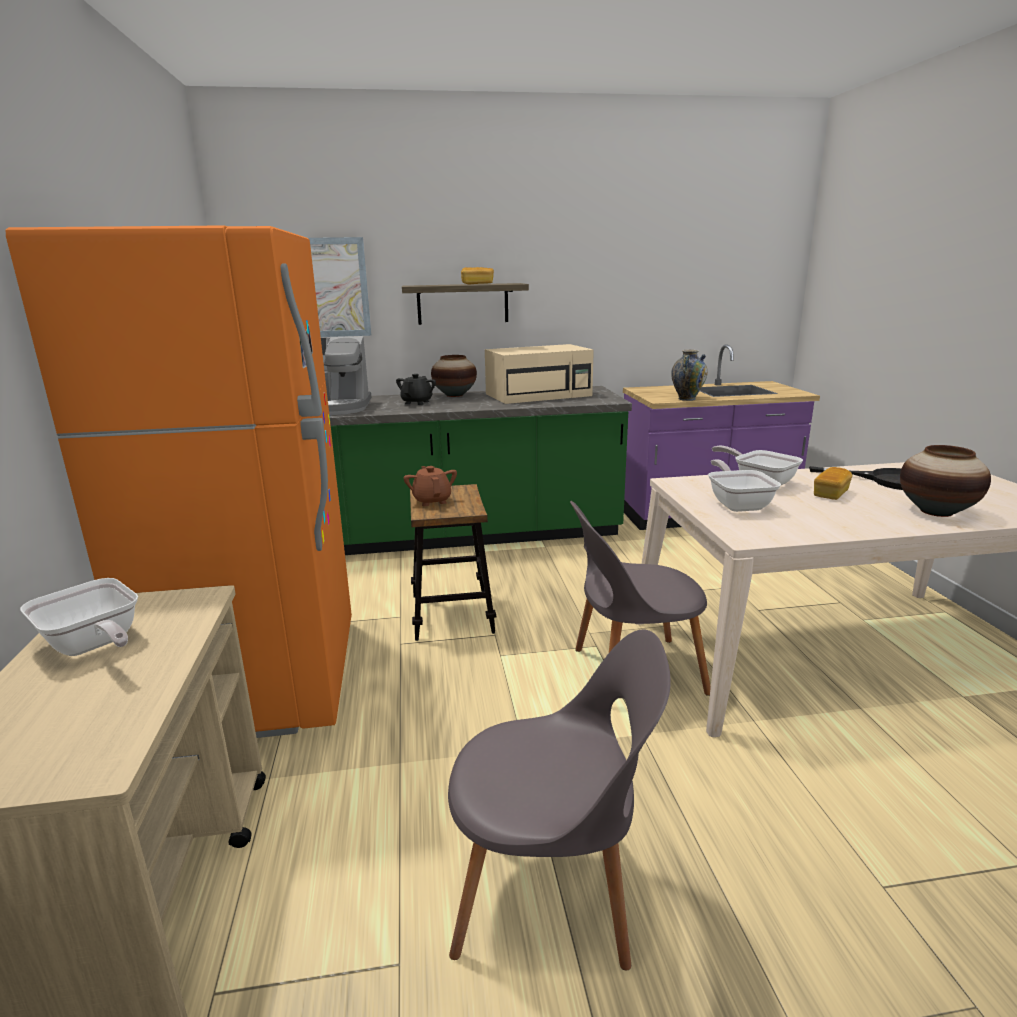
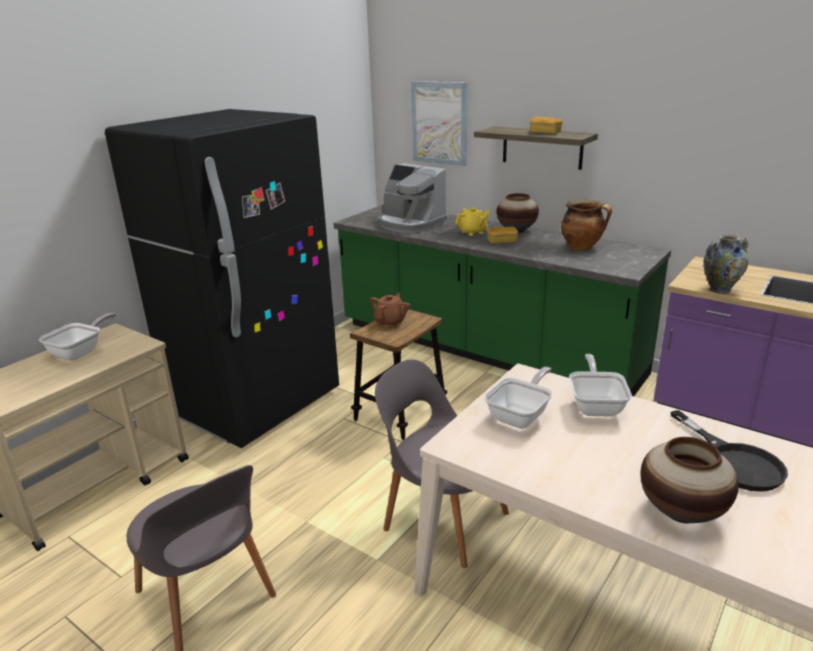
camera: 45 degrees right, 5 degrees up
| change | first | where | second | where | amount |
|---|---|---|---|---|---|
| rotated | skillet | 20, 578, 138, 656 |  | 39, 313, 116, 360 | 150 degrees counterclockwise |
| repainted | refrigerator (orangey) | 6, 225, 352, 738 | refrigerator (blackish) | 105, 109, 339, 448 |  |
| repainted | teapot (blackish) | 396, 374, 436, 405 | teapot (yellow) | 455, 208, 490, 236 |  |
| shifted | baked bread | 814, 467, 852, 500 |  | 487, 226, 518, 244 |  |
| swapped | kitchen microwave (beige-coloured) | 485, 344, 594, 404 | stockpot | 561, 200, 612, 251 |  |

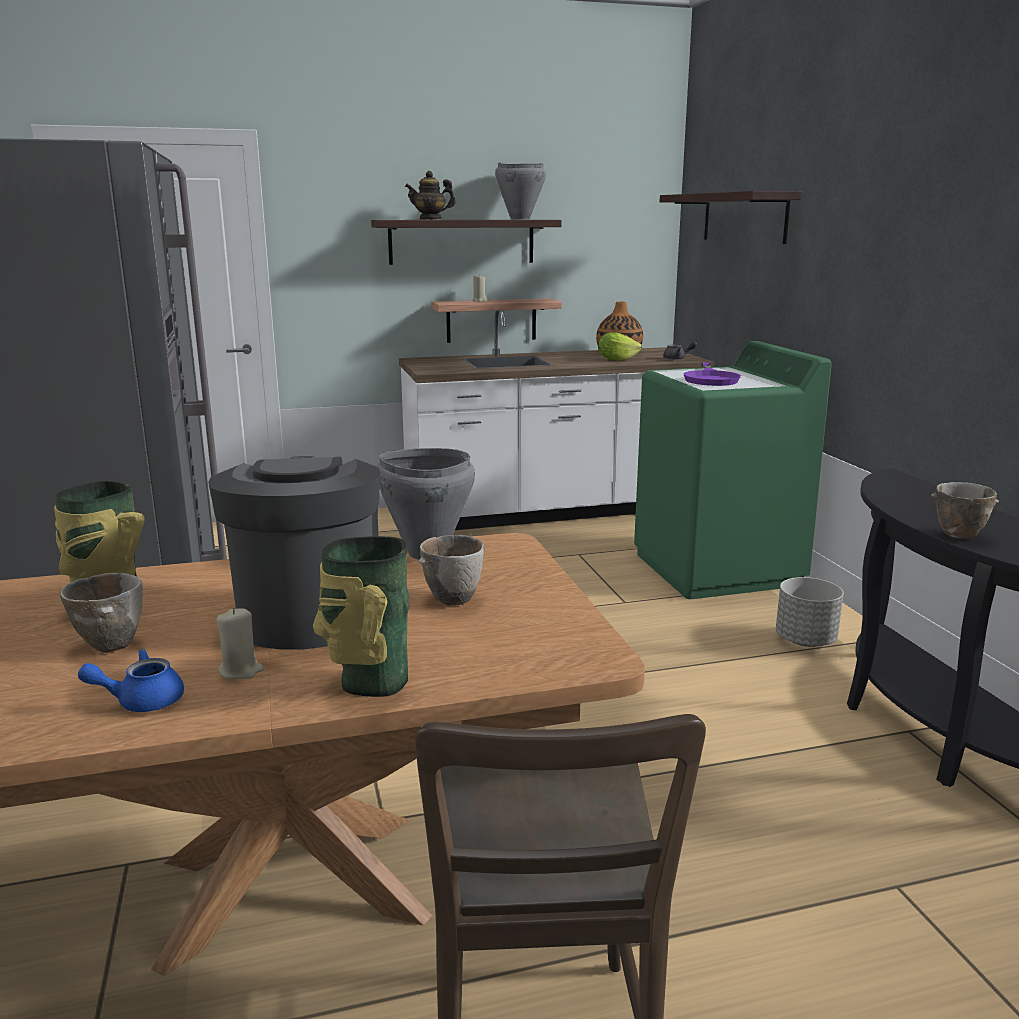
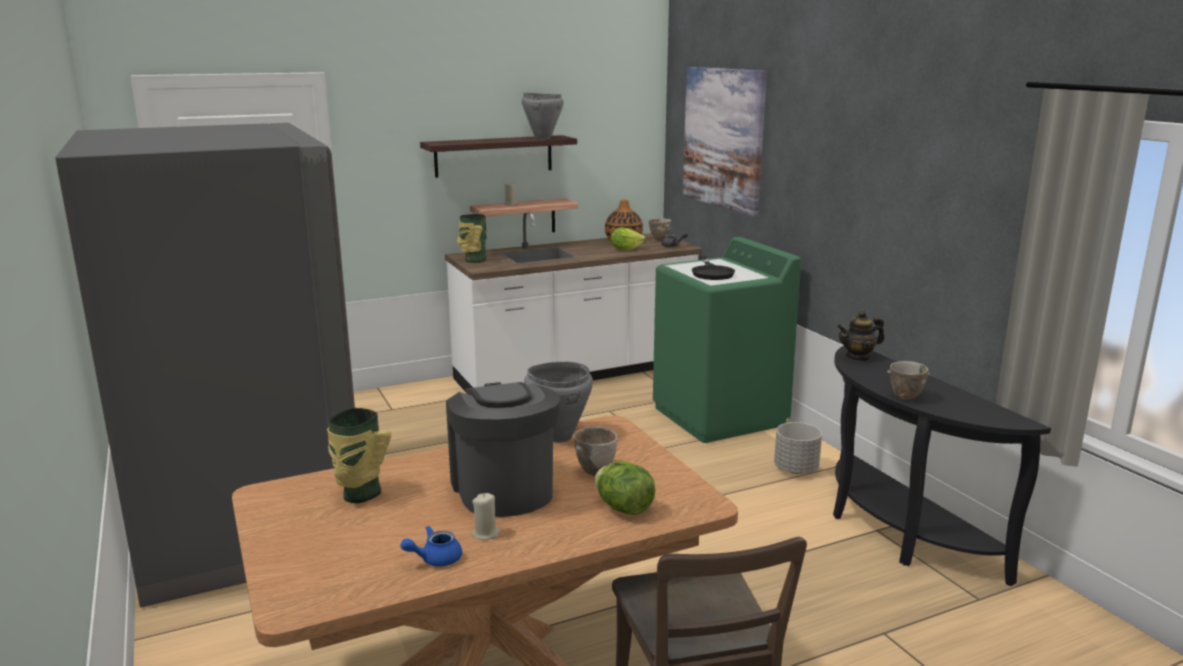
camera: 10 degrees left, 0 degrees up
| change | first | where | second | where | amount |
|---|---|---|---|---|---|
| shifted | vase | 313, 536, 409, 697 |  | 457, 214, 486, 263 |  |
| new |  |  | lettuce head | 595, 461, 656, 515 |  |
| shifted | serving bowl | 60, 573, 143, 653 |  | 649, 218, 671, 241 |  |
| swapped | shelf | 660, 191, 802, 244 | wall picture | 683, 67, 767, 217 |  |
| repainted | skillet (purple-coloured) | 684, 362, 741, 386 | skillet (blackish) | 692, 256, 735, 280 |  |
| shifted | teapot | 405, 171, 456, 220 |  | 837, 310, 884, 361 |  |

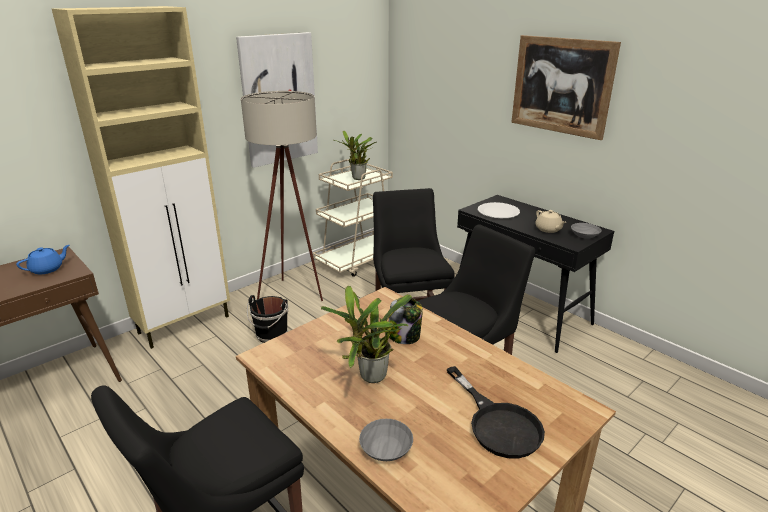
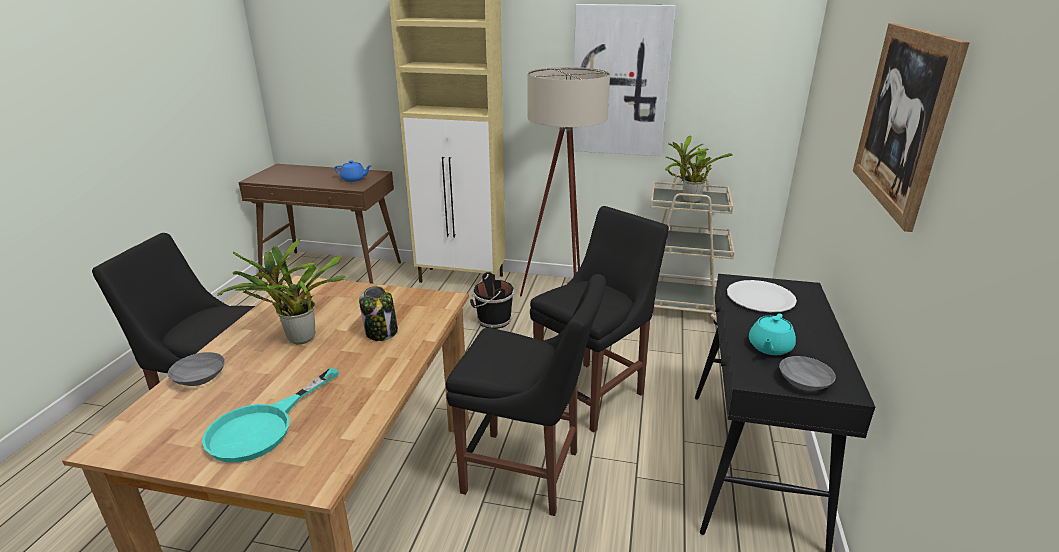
camera: 55 degrees right, 0 degrees up
| change | first | where | second | where | amount |
|---|---|---|---|---|---|
| repainted | skillet (blackish) | 447, 366, 545, 459 | skillet (turquoise) | 202, 368, 339, 463 |  |
| repainted | teapot (beige-coloured) | 536, 210, 566, 233 | teapot (turquoise) | 749, 313, 796, 355 |  |

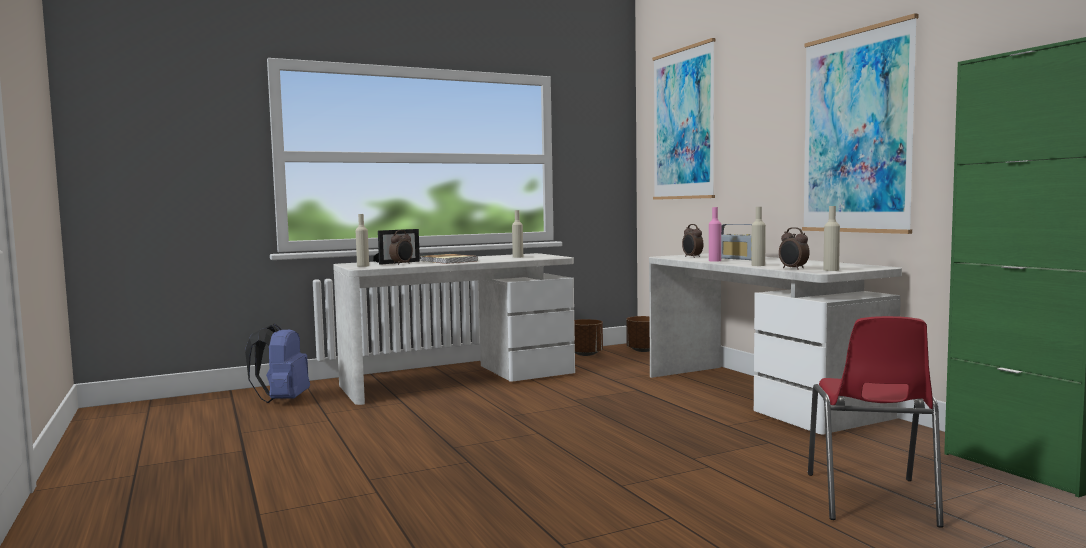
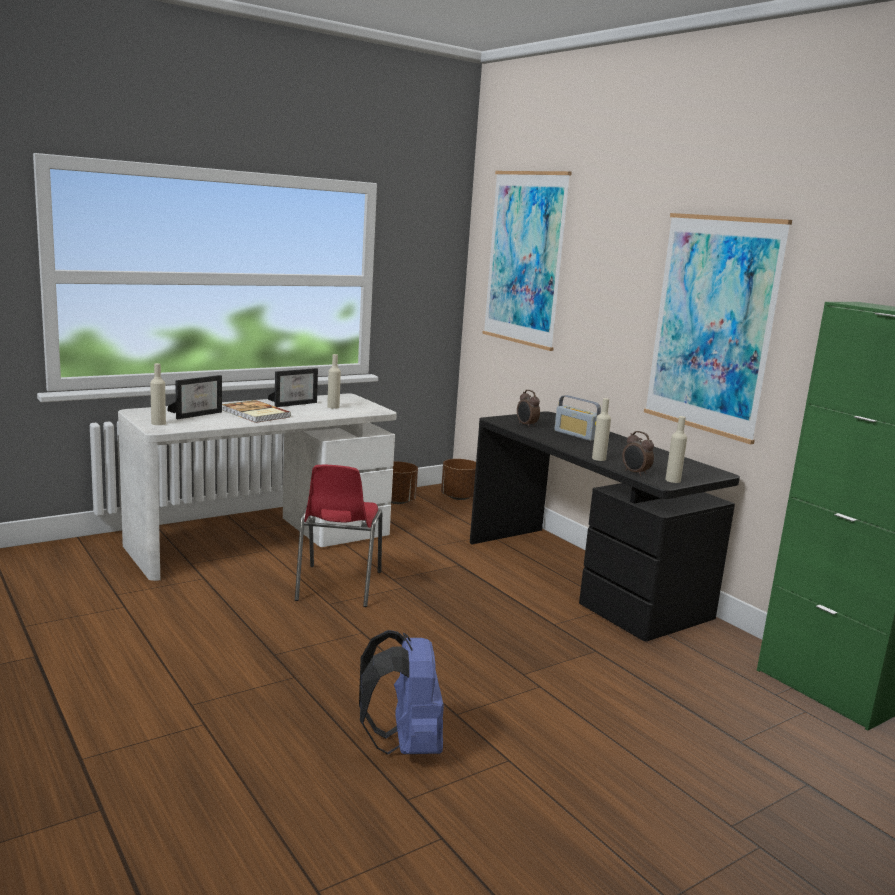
camera: 10 degrees left, 10 degrees up
| change | first | where | second | where | amount |
|---|---|---|---|---|---|
| new |  |  | picture frame | 268, 368, 318, 407 |  |
| shifted | upright chair (red-coloured) | 808, 316, 944, 528 |  | 295, 465, 382, 607 |  |
| shifted | knapsack (blue-coloured) | 245, 323, 310, 403 |  | 359, 630, 444, 754 |  |
| repainted | desk unit (white) | 649, 253, 902, 434 | desk unit (blackish) | 470, 411, 740, 642 |  |
| gone | alarm clock | 389, 230, 413, 265 |  |  |  |
| gone | bottle (pink) | 709, 207, 721, 262 |  |  |  |

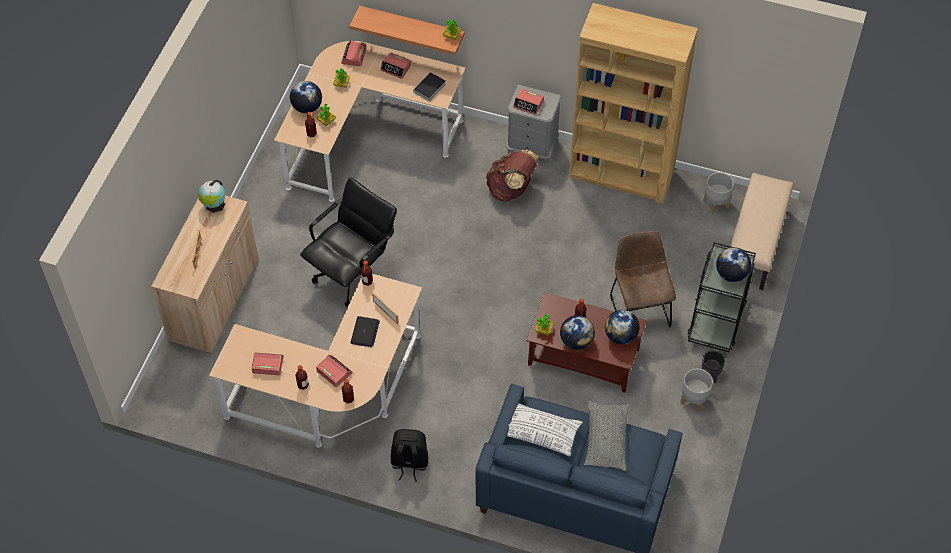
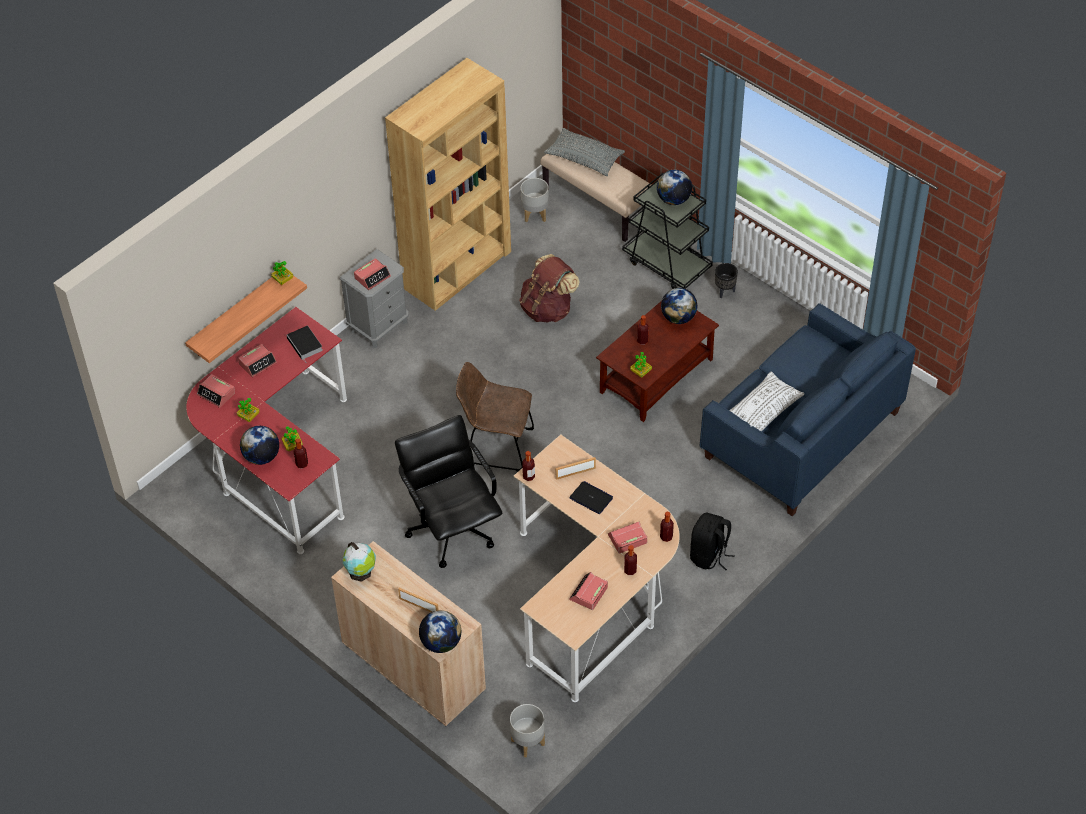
camera: 65 degrees left, 5 degrees down
| change | first | where | second | where | amount |
|---|---|---|---|---|---|
| repainted | desk unit (beige-coloured) | 274, 41, 466, 202 | desk unit (red-coloured) | 186, 307, 347, 554 |  |
| shifted | world globe | 560, 315, 595, 350 |  | 419, 610, 461, 653 |  |
| shifted | upright chair (brown-coloured) | 610, 231, 676, 327 |  | 456, 362, 534, 471 |  |
| shifted | planter (gray) | 680, 369, 713, 412 |  | 510, 704, 545, 758 |  |
| shifted | knapsack (brown-coloured) | 485, 149, 539, 202 |  | 519, 254, 580, 323 |  |
| shifted | throw pillow (gray) | 584, 401, 629, 471 |  | 544, 128, 625, 176 |  |

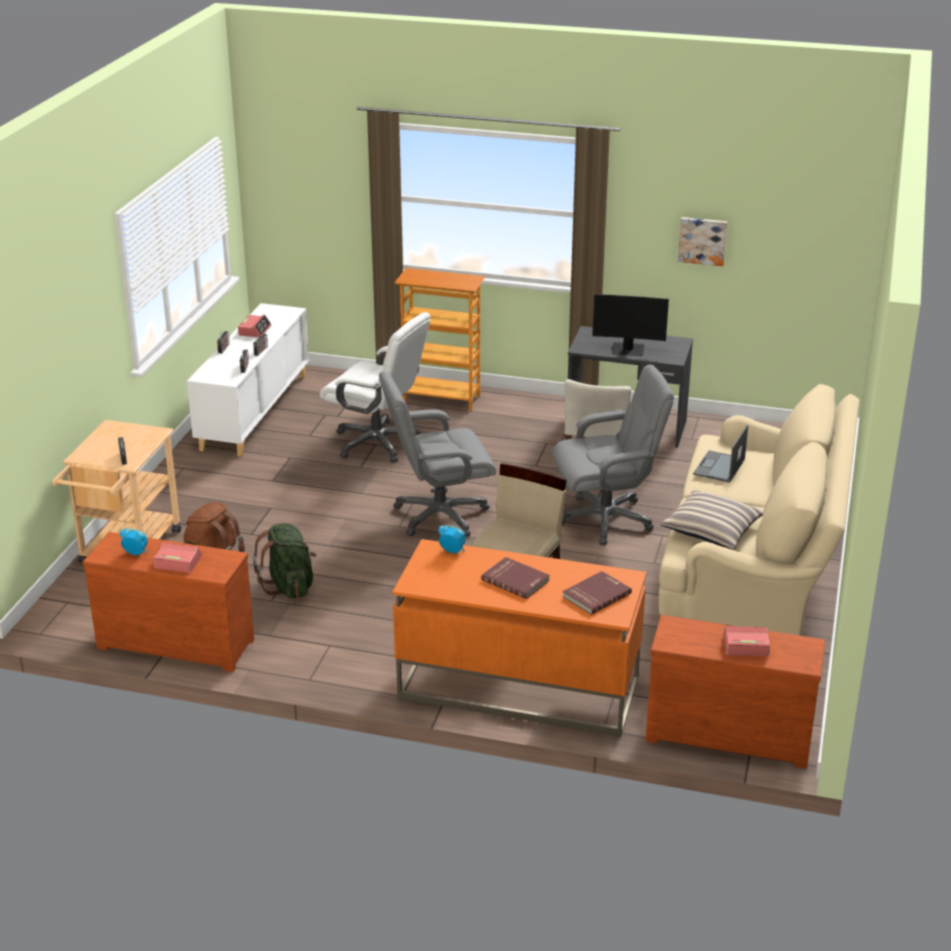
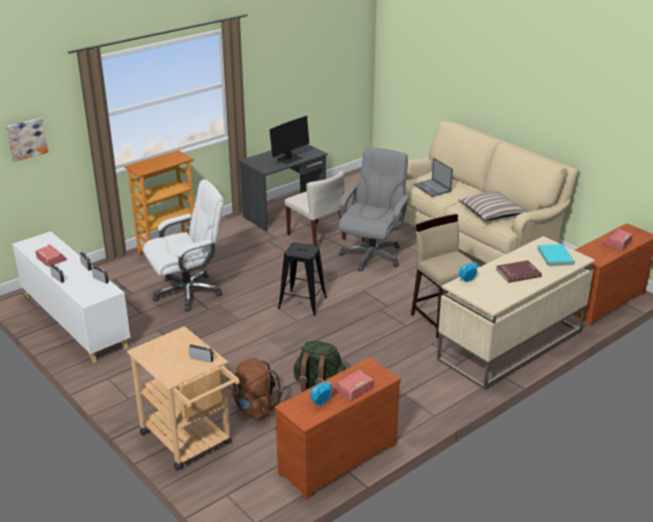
camera: 55 degrees left, 0 degrees up
| change | first | where | second | where | amount |
|---|---|---|---|---|---|
| shifted | wall picture | 678, 217, 727, 266 |  | 6, 118, 48, 162 |  |
| swapped | desk chair (gray) | 379, 371, 496, 537 | stool (blackish) | 278, 243, 327, 316 |  |
| repainted | desk unit (orangey) | 392, 539, 647, 737 | desk unit (beige-coloured) | 437, 236, 595, 390 |  |
| repainted | volume (red-coloured) | 562, 571, 632, 615 | volume (turquoise) | 538, 244, 575, 266 |  |

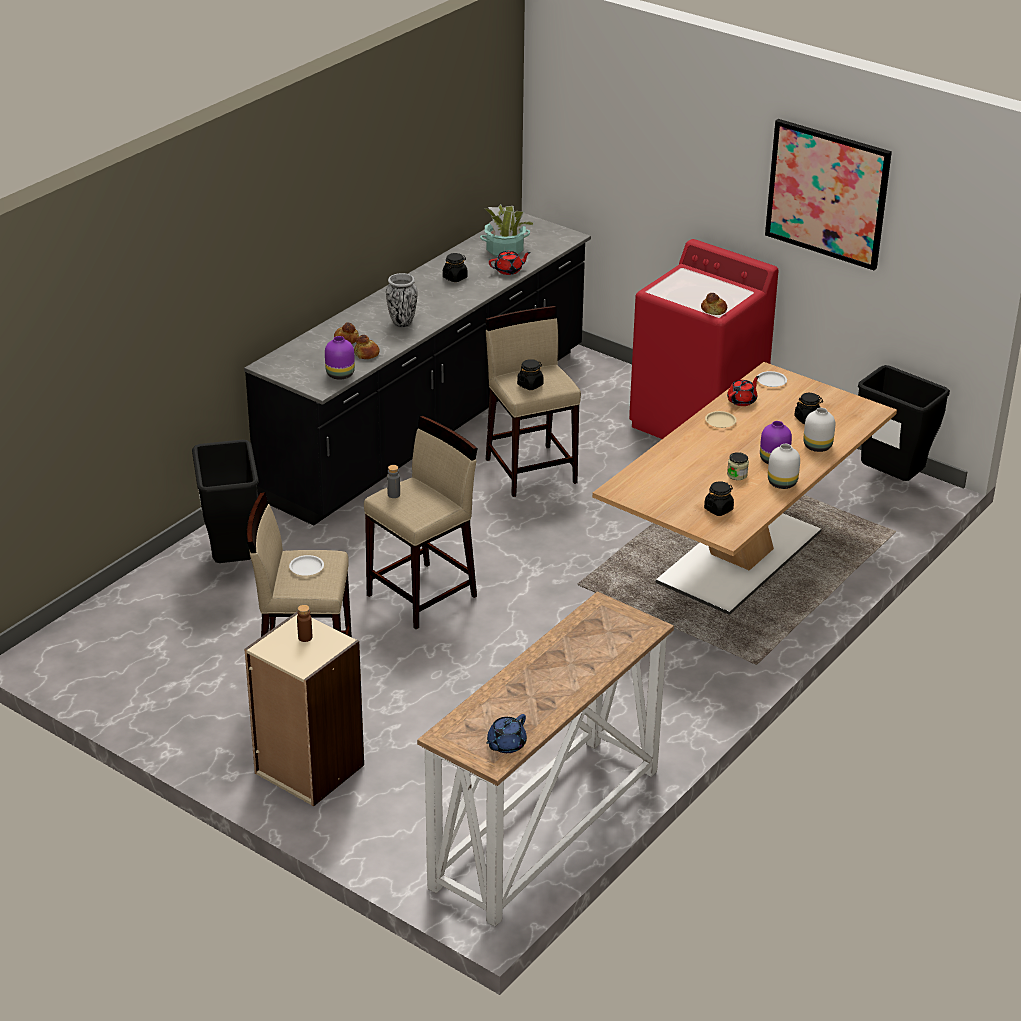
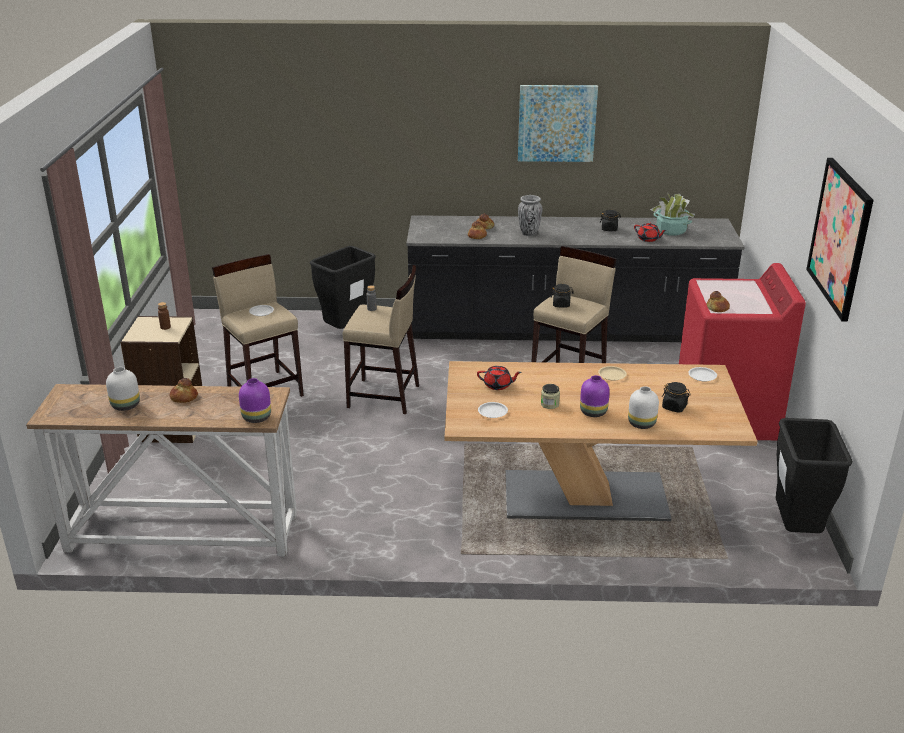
camera: 55 degrees right, 5 degrees down
| change | first | where | second | where | amount |
|---|---|---|---|---|---|
| shifted | vase (white) | 768, 444, 800, 489 |  | 106, 367, 140, 411 |  |
| new |  |  | baked bread | 170, 378, 198, 403 |  |
| shifted | vase (purple-coloured) | 325, 336, 355, 380 |  | 239, 378, 271, 423 |  |
| shifted | teapot (red-coloured) | 727, 376, 759, 406 |  | 477, 366, 522, 390 |  |
| swapped | preserve jar (blackish) | 704, 481, 734, 516 | dinner plate (white) | 478, 402, 508, 418 |  |
| new |  |  | wall picture | 518, 85, 598, 162 |  |
| gone | teapot (blue-coloured) | 486, 714, 527, 753 |  |  |  |

